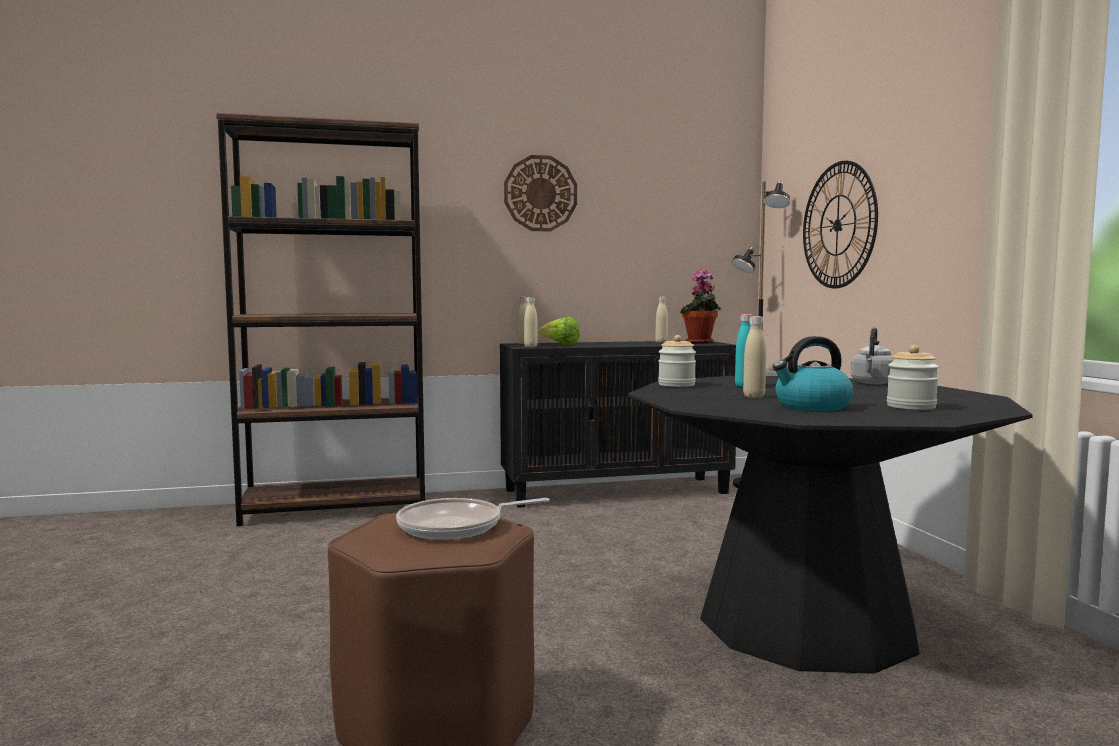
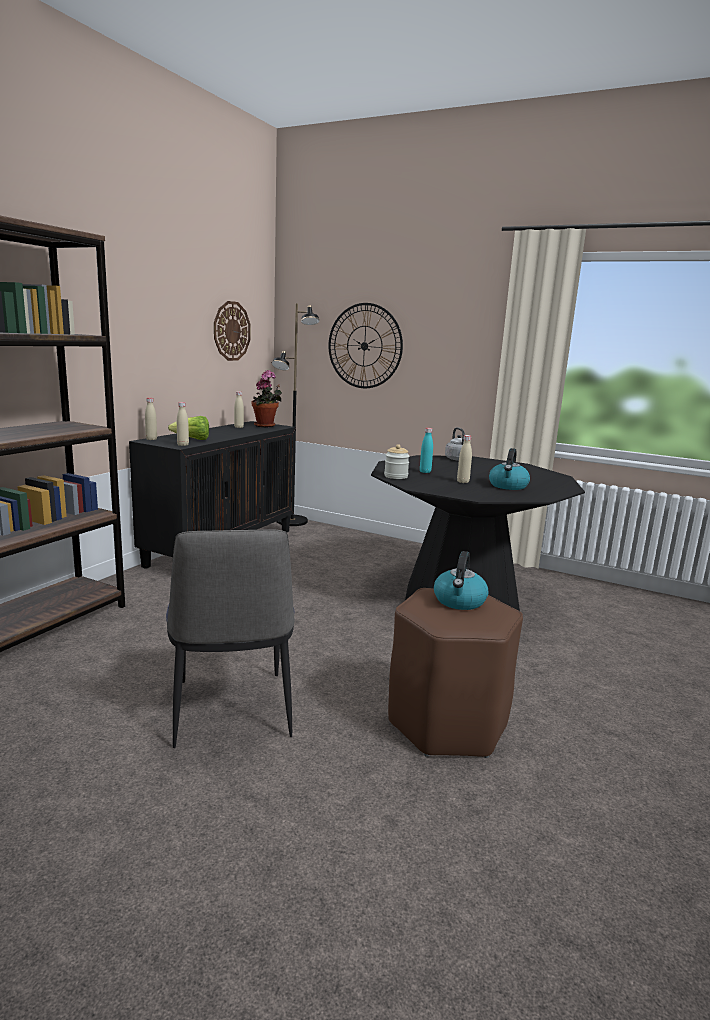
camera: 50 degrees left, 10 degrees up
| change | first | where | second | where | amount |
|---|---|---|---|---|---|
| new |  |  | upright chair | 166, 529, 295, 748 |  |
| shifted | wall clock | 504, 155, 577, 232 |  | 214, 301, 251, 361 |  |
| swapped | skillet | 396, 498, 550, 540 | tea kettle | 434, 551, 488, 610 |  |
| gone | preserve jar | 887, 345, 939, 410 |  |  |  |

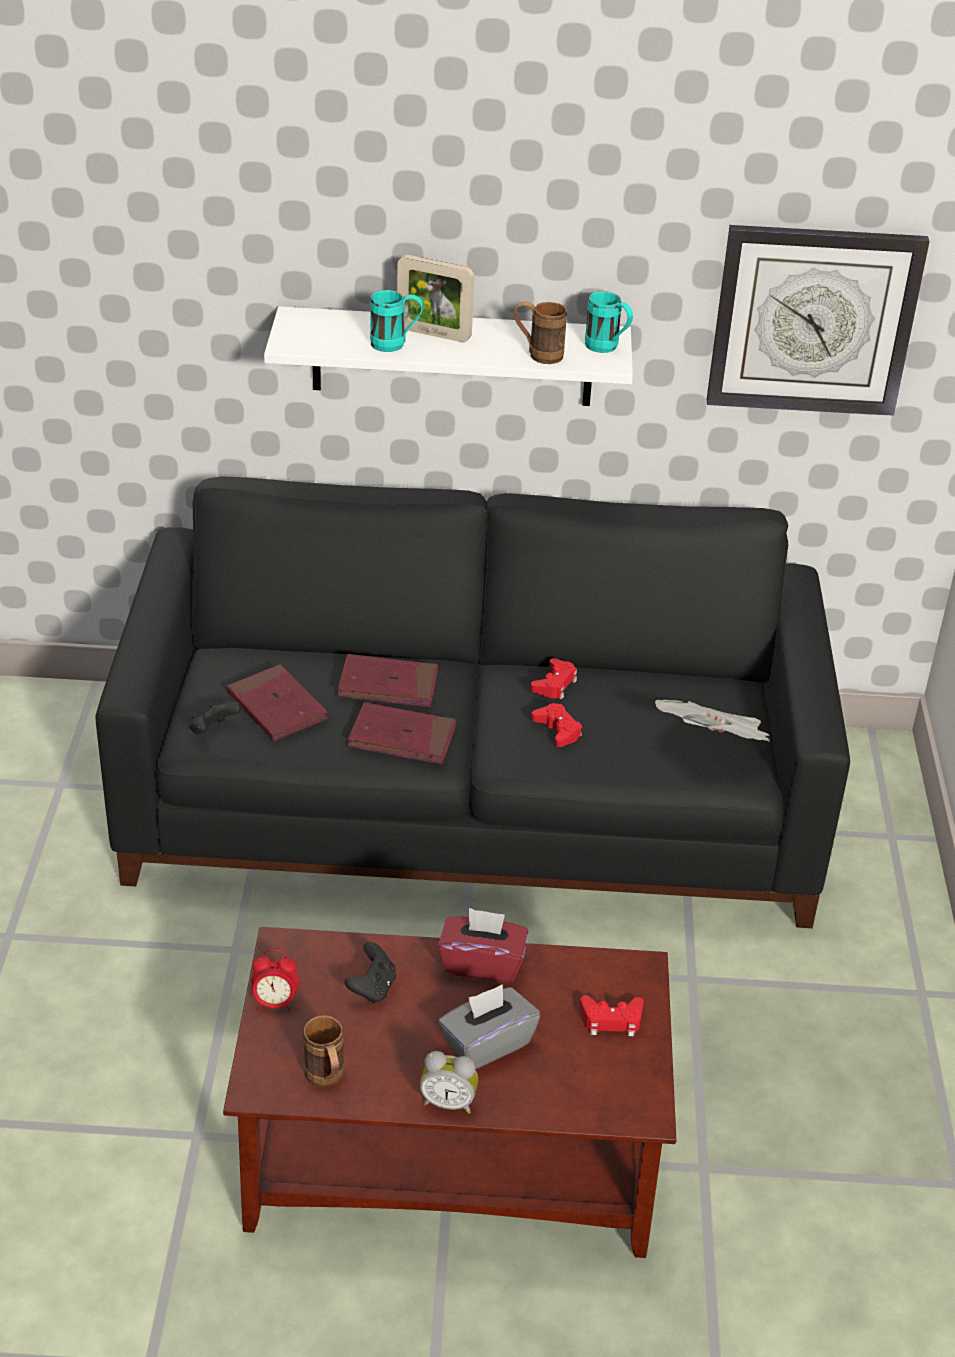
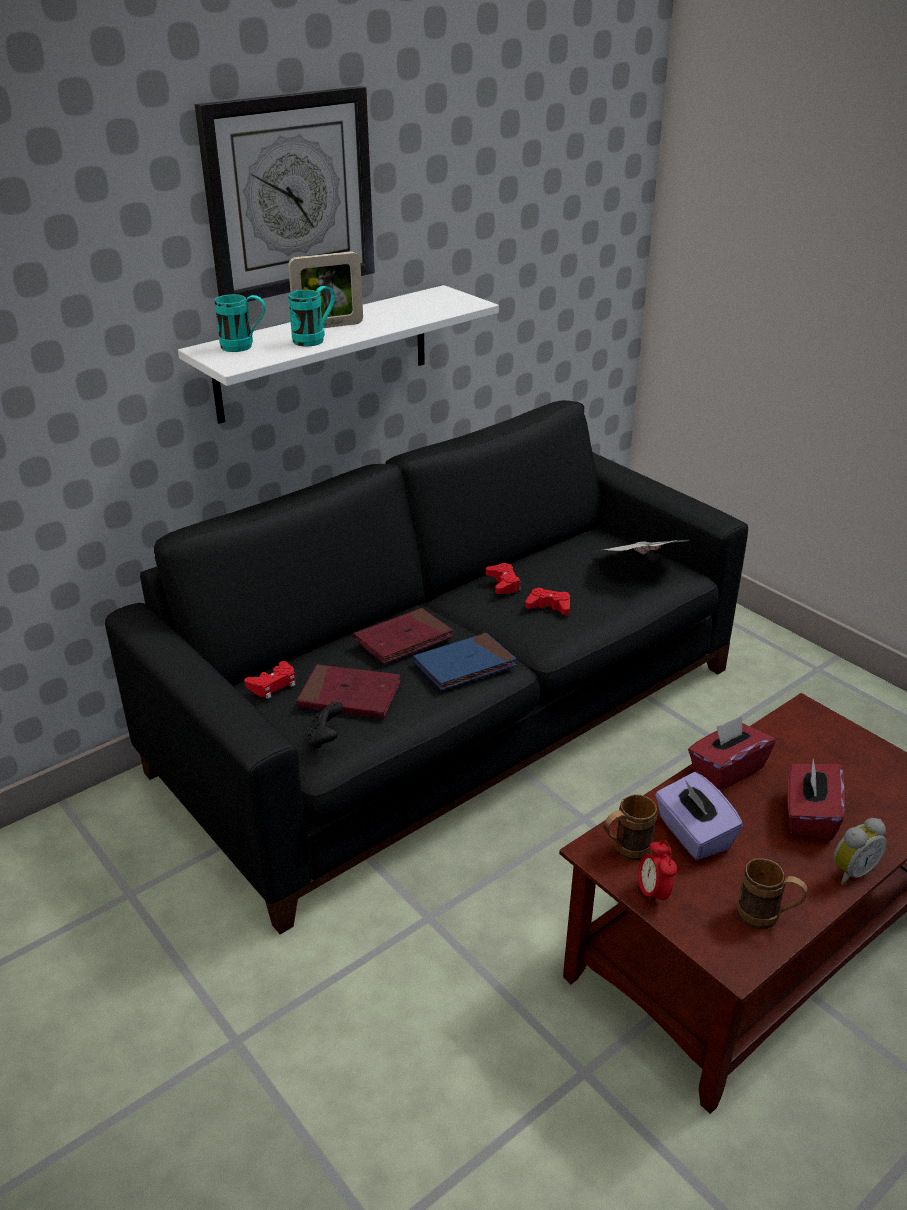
camera: 40 degrees left, 5 degrees down
| change | first | where | second | where | amount |
|---|---|---|---|---|---|
| shifted | wall clock | 707, 225, 930, 416 |  | 195, 86, 375, 302 |  |
| shifted | mug (turquoise) | 585, 291, 633, 353 |  | 215, 294, 266, 352 |  |
| shifted | game controller (red-coloured) | 580, 995, 644, 1036 |  | 244, 661, 296, 699 |  |
| repainted | volume (red-coloured) | 348, 702, 456, 764 | volume (blue-coloured) | 413, 633, 516, 690 |  |
| shifted | mug (brown-coloured) | 514, 301, 567, 364 |  | 603, 794, 657, 861 |  |
| rotated | alarm clock | 251, 950, 299, 1012 |  | 638, 840, 677, 907 | 120 degrees clockwise |
| swapped | game controller (blackish) | 345, 942, 396, 1003 | tissue box (purple-coloured) | 655, 772, 743, 860 |  |
| repainted | tissue box (gray) | 439, 984, 540, 1069 | tissue box (red-coloured) | 787, 759, 845, 841 |  |

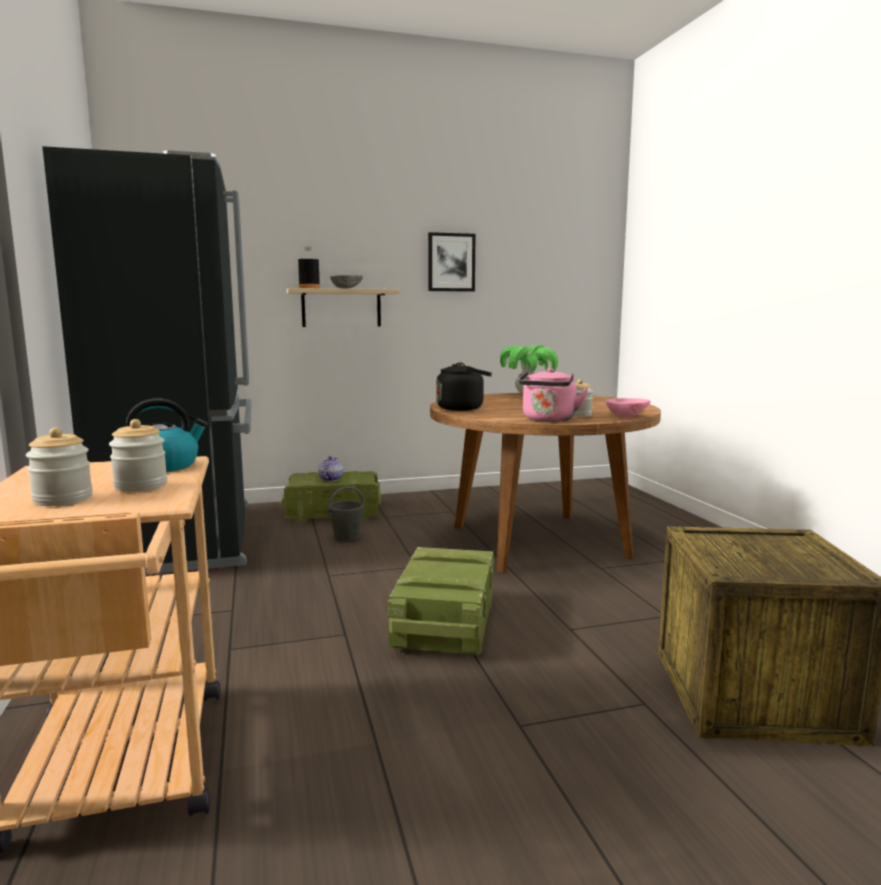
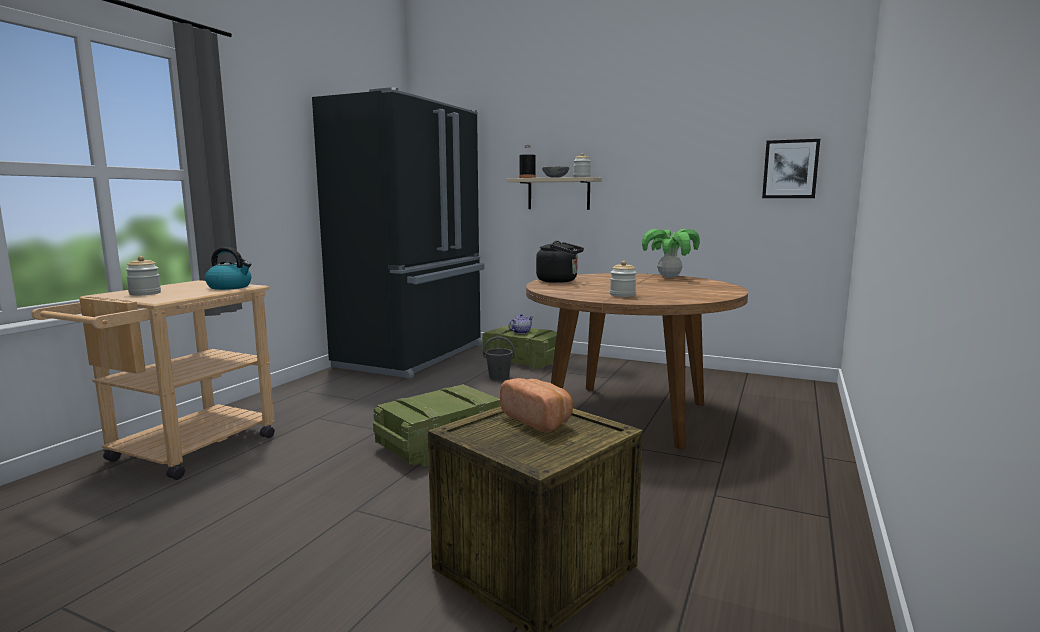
camera: 40 degrees right, 0 degrees up
| change | first | where | second | where | amount |
|---|---|---|---|---|---|
| new |  |  | baked bread | 500, 378, 573, 432 |  |
| shifted | preserve jar | 109, 419, 167, 492 |  | 573, 153, 591, 177 |  |
| shifted | wall picture | 428, 232, 475, 292 |  | 762, 139, 820, 198 |  |
| gone | tea kettle (pink) | 518, 368, 588, 422 |  |  |  |
| gone | serving bowl (pink) | 606, 398, 650, 417 |  |  |  |

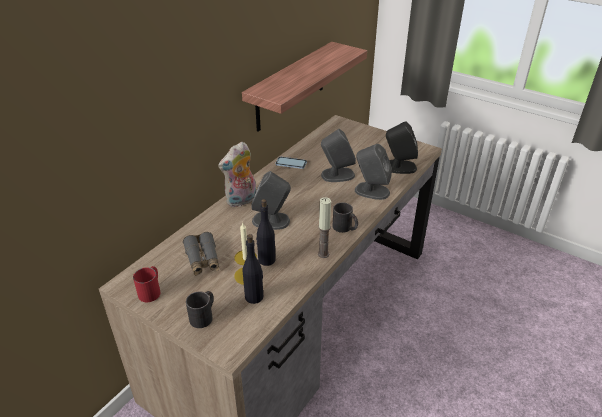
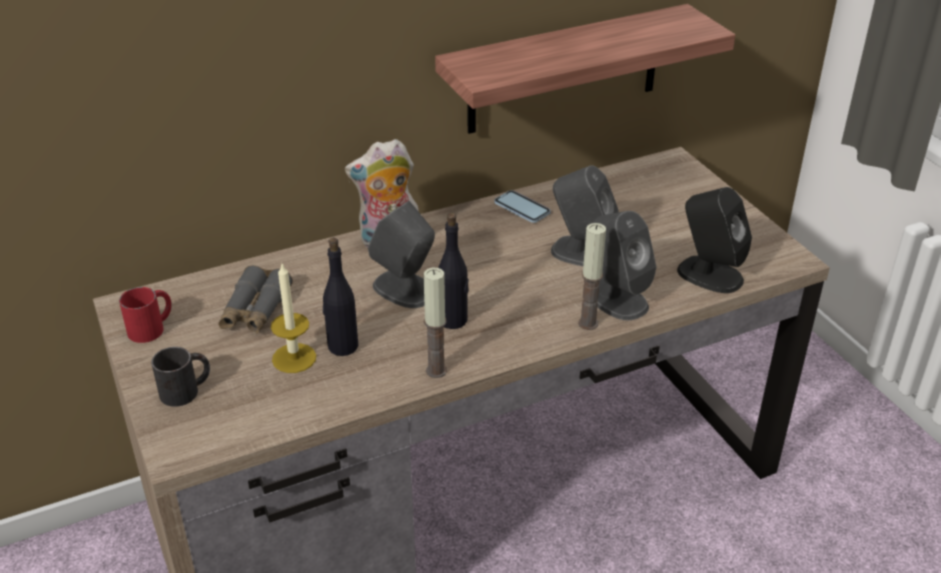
camera: 30 degrees right, 0 degrees up
| change | first | where | second | where | amount |
|---|---|---|---|---|---|
| shifted | bottle (blackish) | 243, 234, 264, 304 |  | 438, 213, 469, 329 |  |
| new |  |  | wax candle | 578, 223, 606, 330 |  |
| gone | mug (blackish) | 333, 202, 358, 233 |  |  |  |

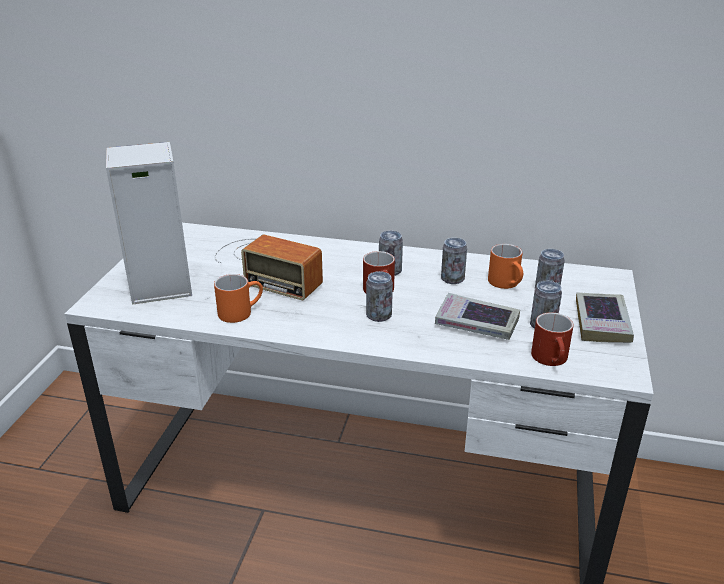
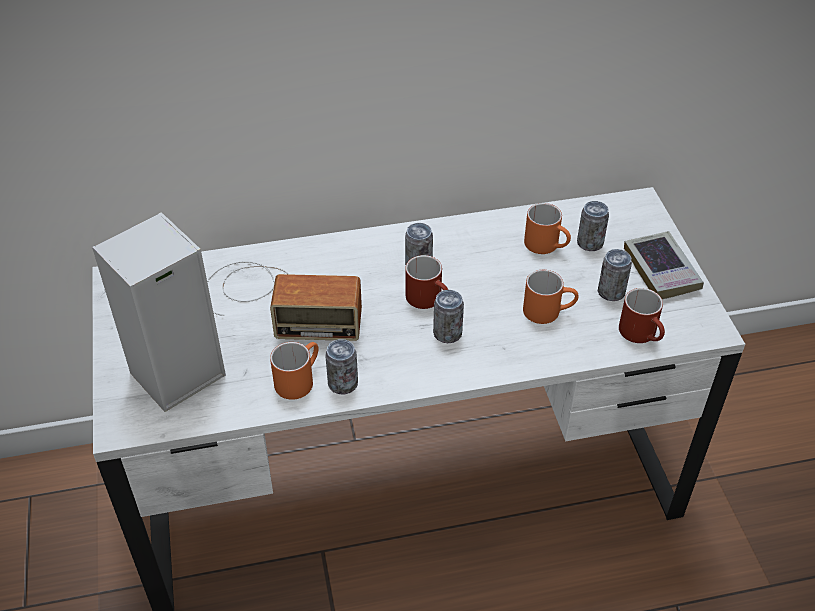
camera: 25 degrees left, 15 degrees up
| change | first | where | second | where | amount |
|---|---|---|---|---|---|
| shifted | can | 441, 238, 467, 284 |  | 325, 339, 358, 394 |  |
| swapped | volume | 435, 293, 520, 340 | mug (orangey) | 523, 270, 579, 324 |  |

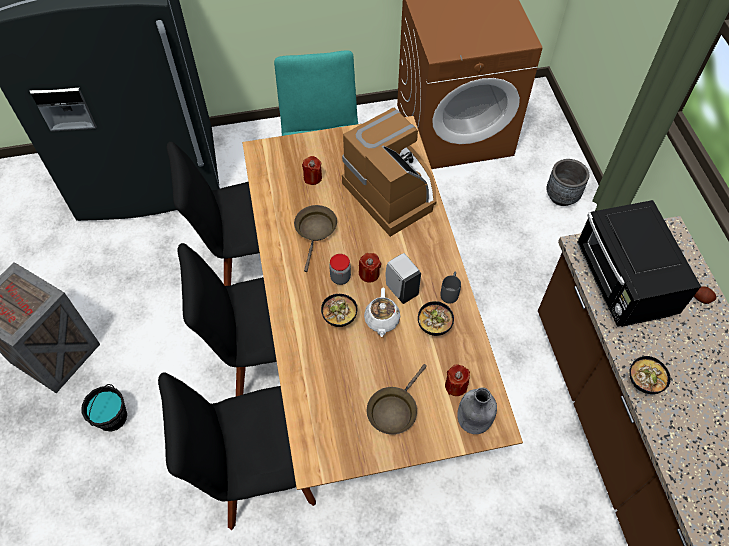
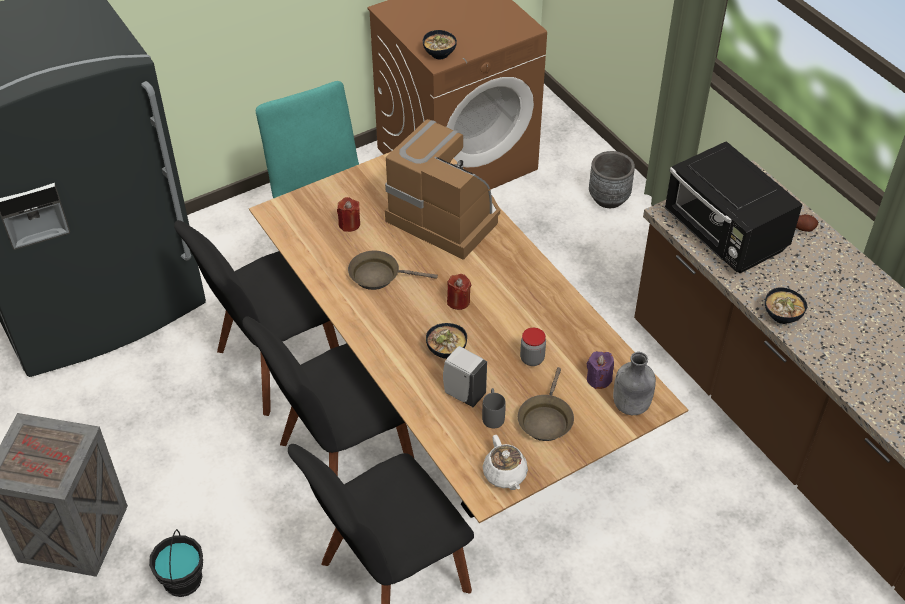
camera: 20 degrees left, 10 degrees down
| change | first | where | second | where | amount |
|---|---|---|---|---|---|
| rotated | skillet (brown-coloured) | 294, 205, 337, 272 |  | 348, 251, 438, 290 | 75 degrees counterclockwise |
| shifted | serving bowl | 418, 301, 454, 336 |  | 423, 30, 457, 59 |  |
| shifted | soap bottle (white) | 386, 253, 421, 304 |  | 443, 346, 487, 407 |  |
| shifted | mug (gray) | 440, 272, 461, 303 |  | 482, 388, 506, 428 |  |
| shifted | teapot (white) | 364, 288, 401, 337 |  | 483, 435, 528, 490 |  |
| shifted | preserve jar | 329, 254, 351, 285 |  | 520, 328, 546, 366 |  |
| repainted | wax candle (red-coloured) | 445, 364, 470, 396 | wax candle (purple-coloured) | 587, 351, 614, 389 |  |

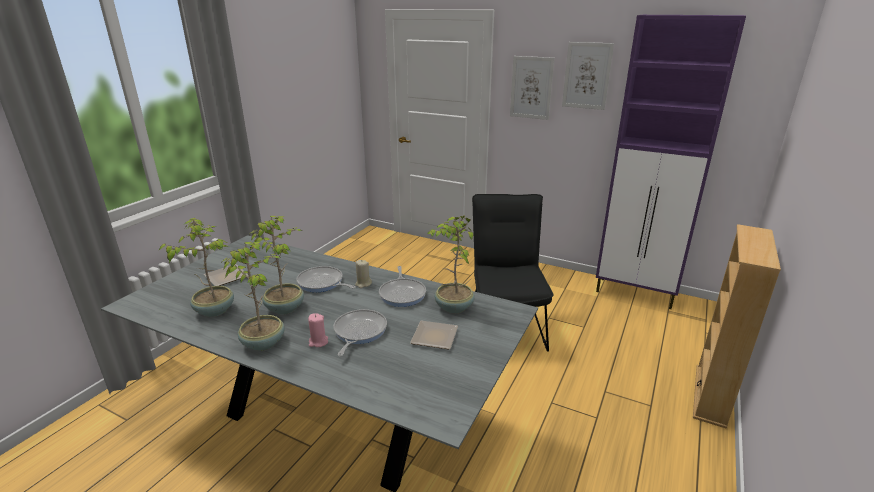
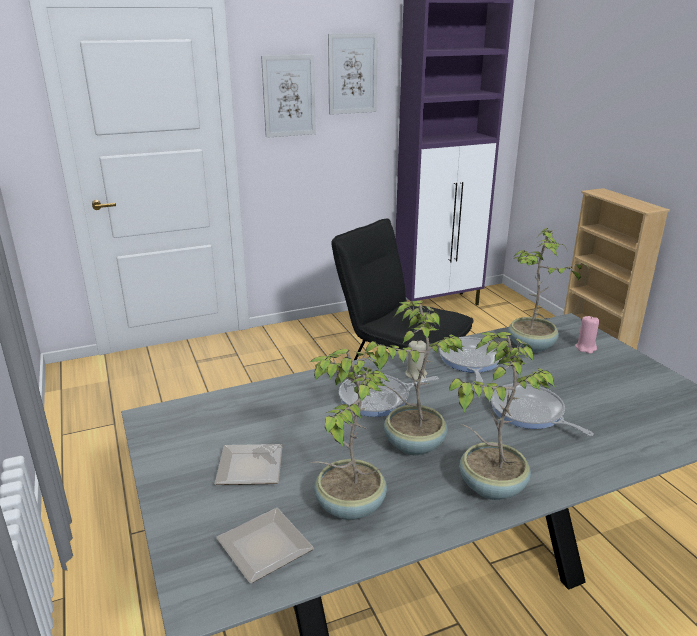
camera: 50 degrees left, 0 degrees up
| change | first | where | second | where | amount |
|---|---|---|---|---|---|
| shifted | dinner plate | 410, 321, 458, 350 |  | 216, 508, 314, 583 |  |
| rotated | skillet | 379, 266, 426, 307 |  | 439, 337, 502, 383 | 120 degrees counterclockwise |
| shifted | wax candle (pink) | 308, 313, 328, 347 |  | 575, 316, 599, 354 |  |

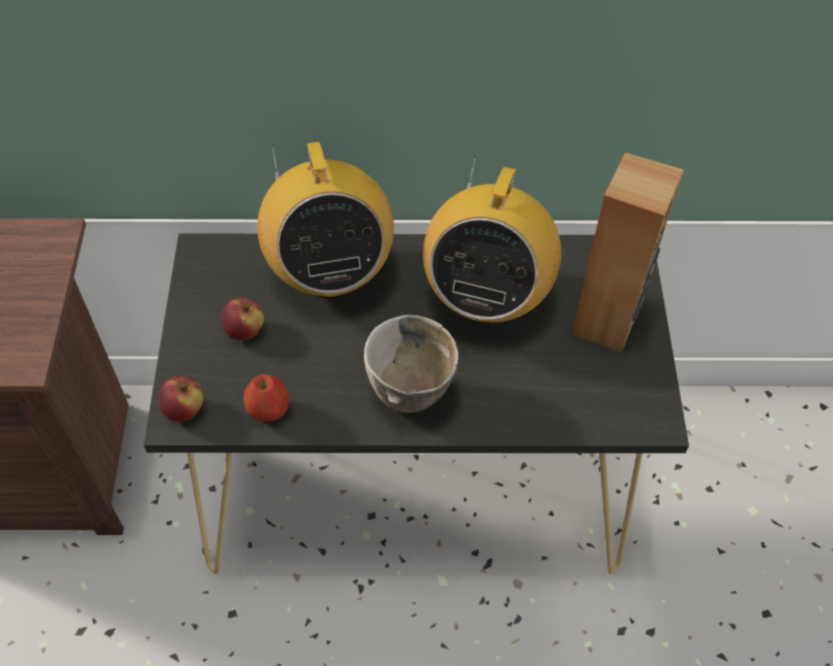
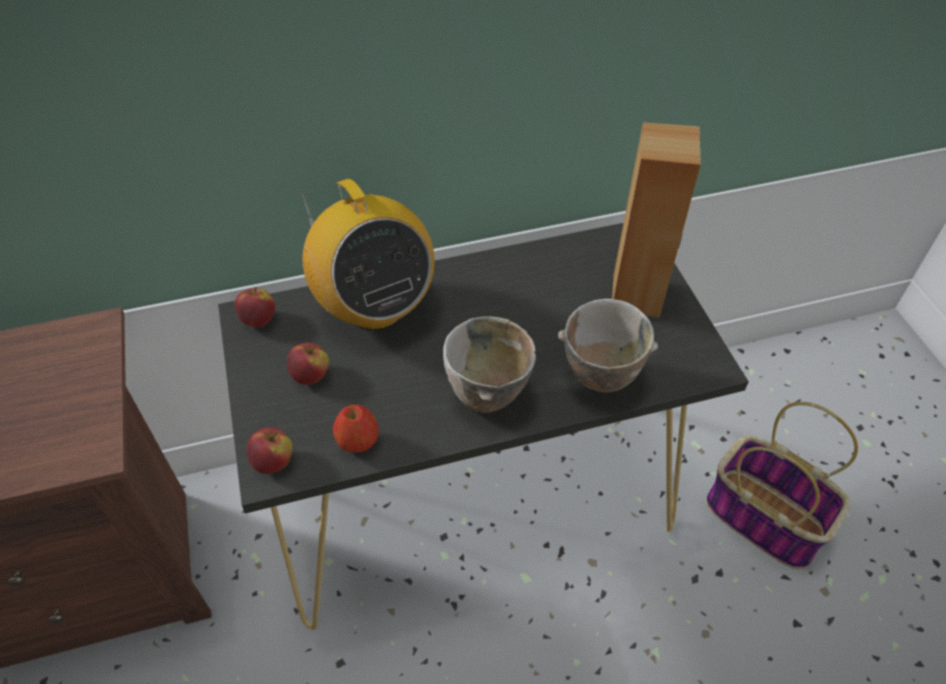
camera: 15 degrees left, 5 degrees down
| change | first | where | second | where | amount |
|---|---|---|---|---|---|
| new |  |  | whole apple | 234, 287, 275, 327 |  |
| new |  |  | serving bowl | 558, 299, 658, 393 |  |
| new |  |  | basket | 706, 402, 858, 570 |  |
| gone | radio set | 423, 156, 561, 323 |  |  |  |

